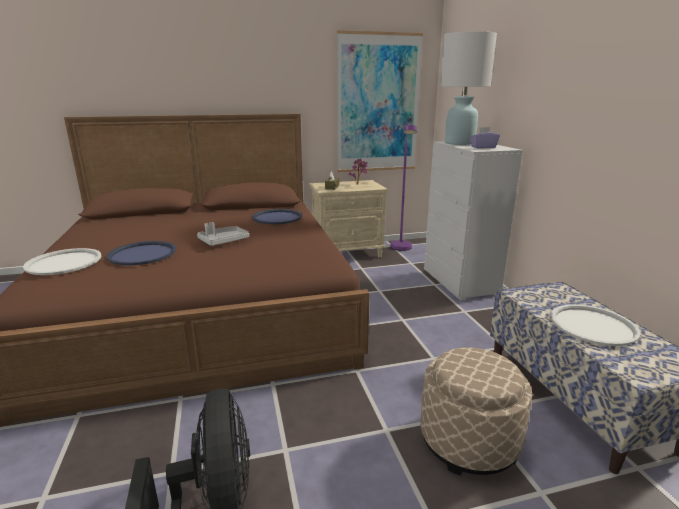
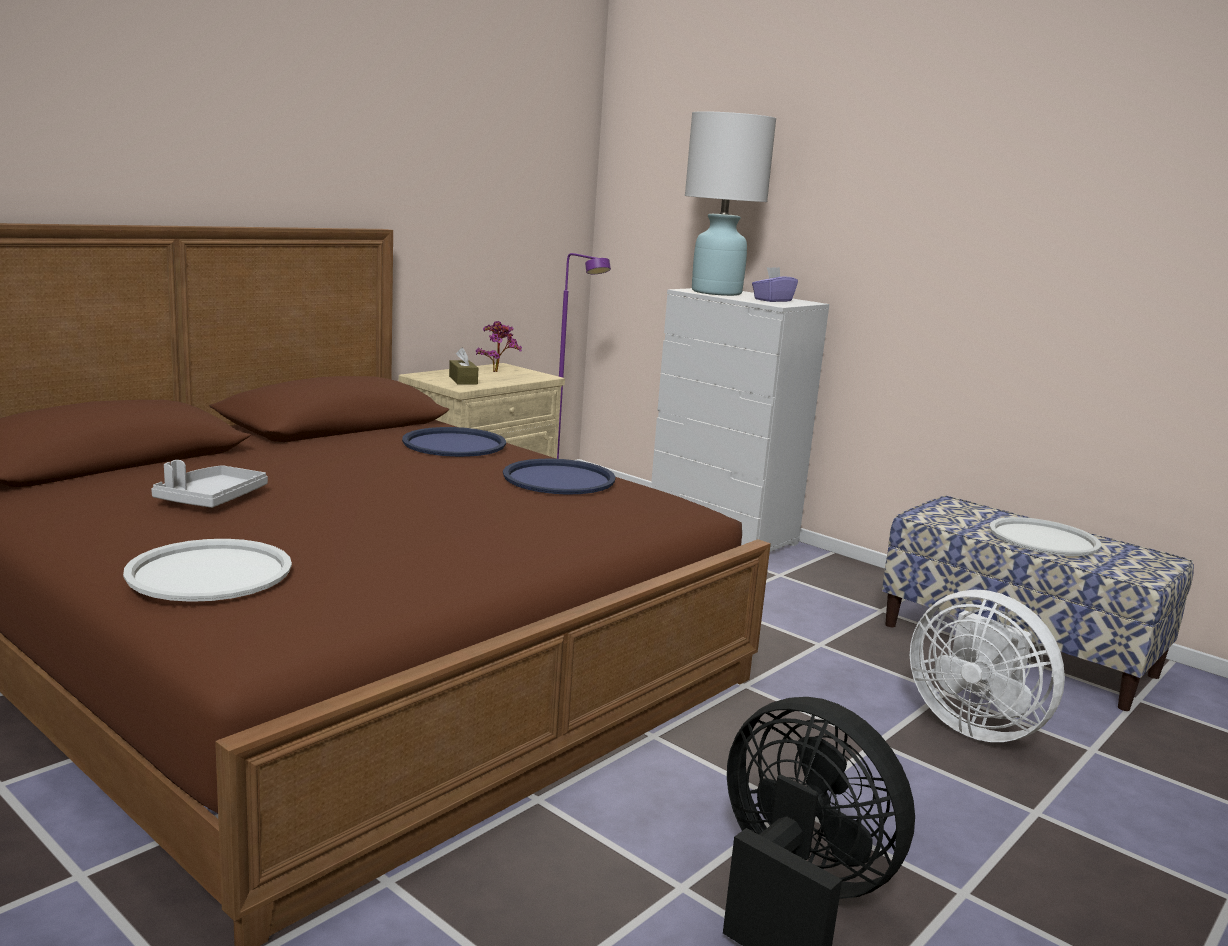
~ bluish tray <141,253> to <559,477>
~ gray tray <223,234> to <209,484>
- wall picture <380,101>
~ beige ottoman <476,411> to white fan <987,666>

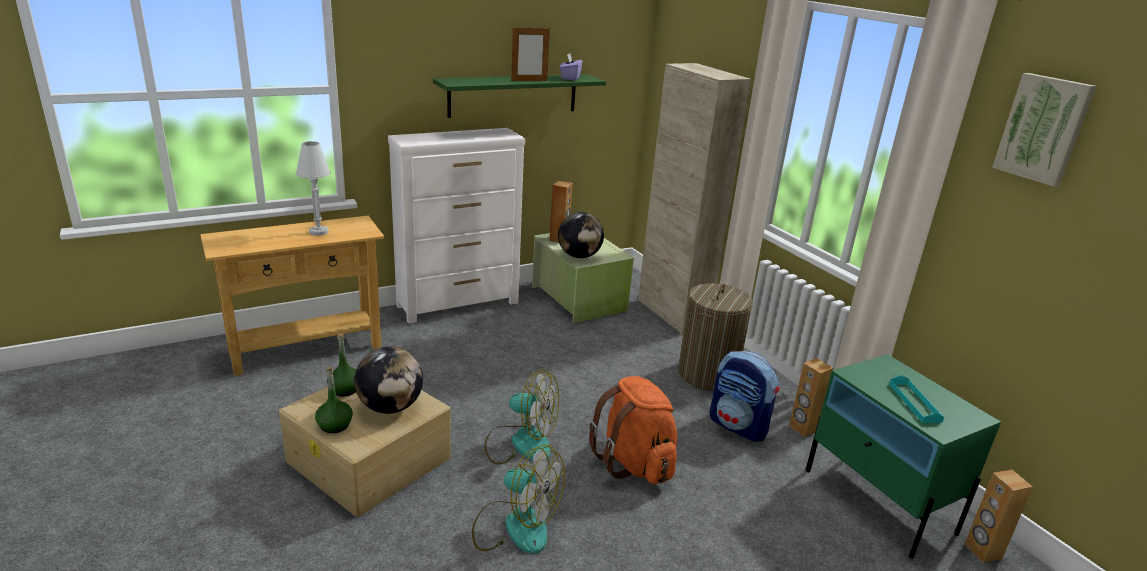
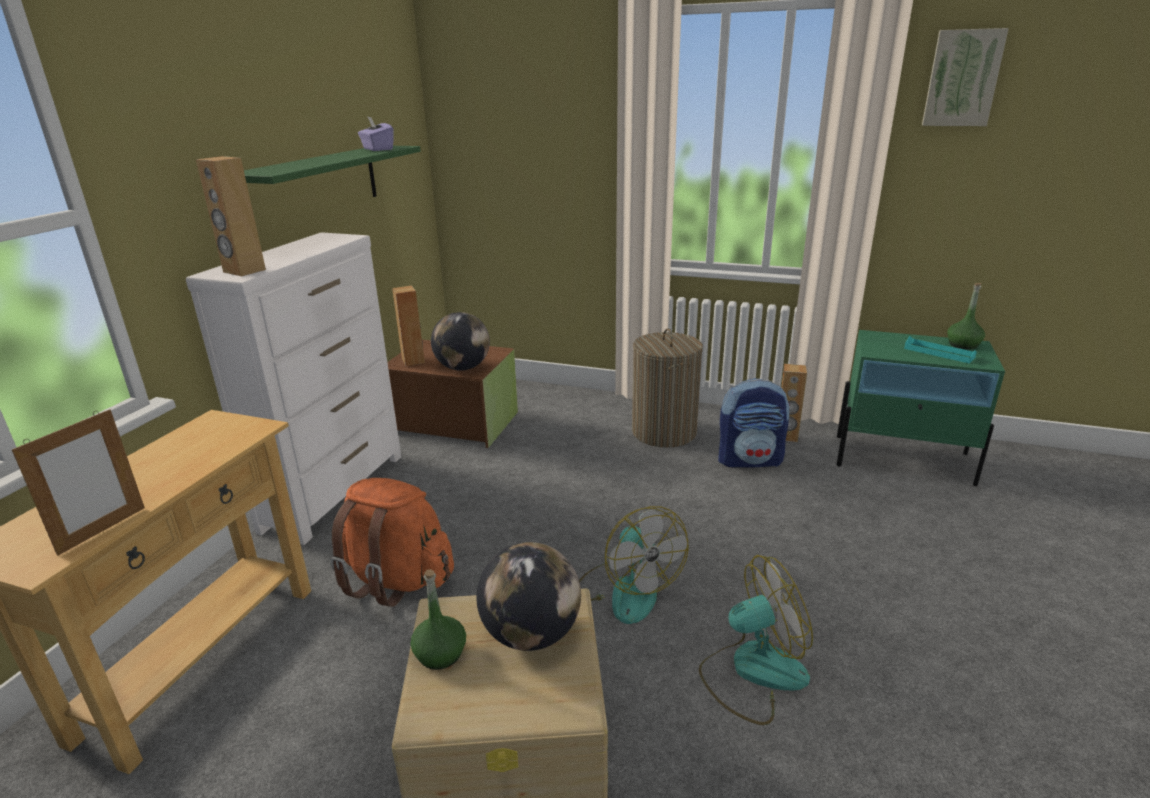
- white table lamp <313,188>
~ green bottle <334,400> to <966,316>
~ fan <521,416> = <633,565> 90 degrees clockwise
~ photo frame <530,53> to <78,482>
~ green storage container <583,278> to brown-coloured storage container <452,394>
~ orange-coloured rucksack <633,430> to <392,542>
- beige cabinet <695,199>
~ brown-coloured audio speaker <998,516> to <231,216>

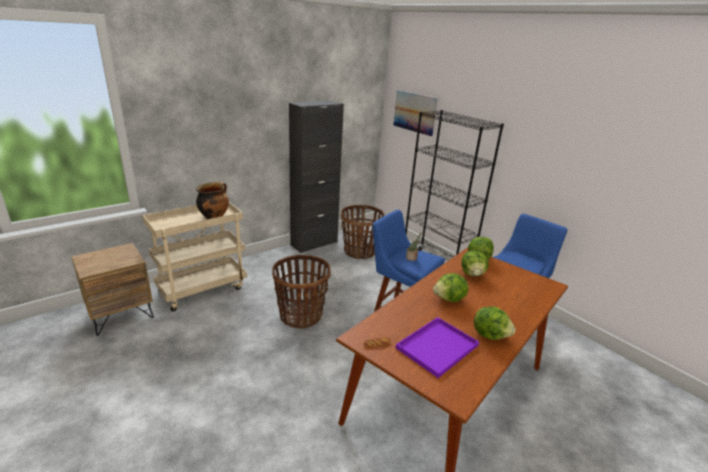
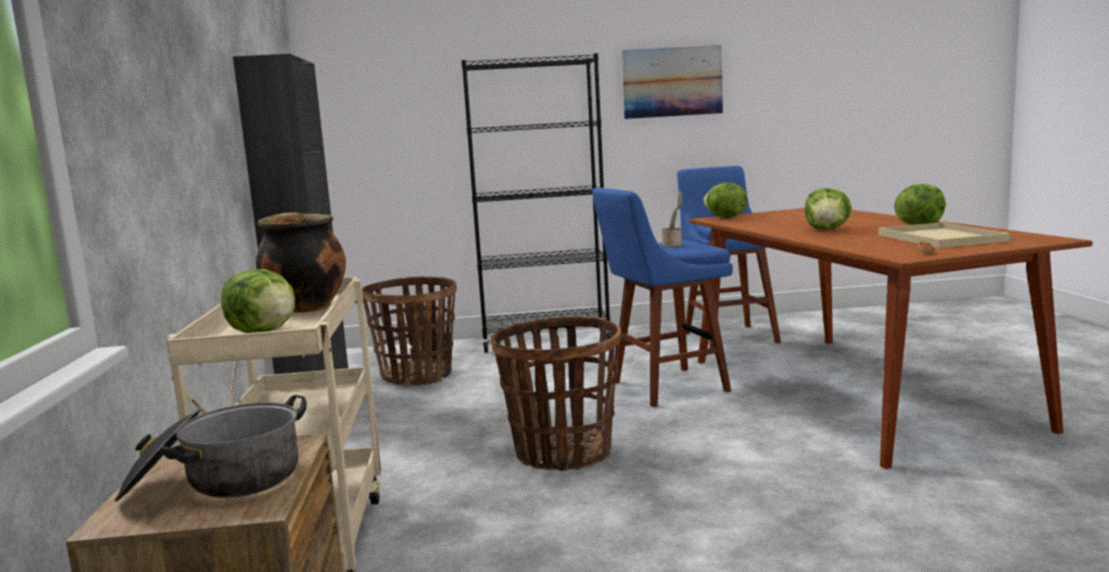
~ wall picture <415,113> to <672,82>
~ purplish tray <437,347> to beige tray <944,235>
~ lettuce head <475,263> to <258,301>
+ cooking pot <211,448>

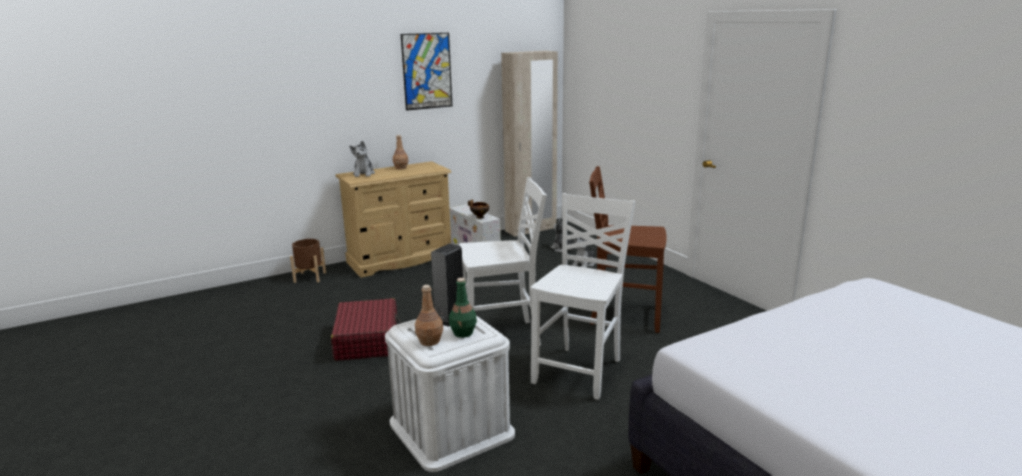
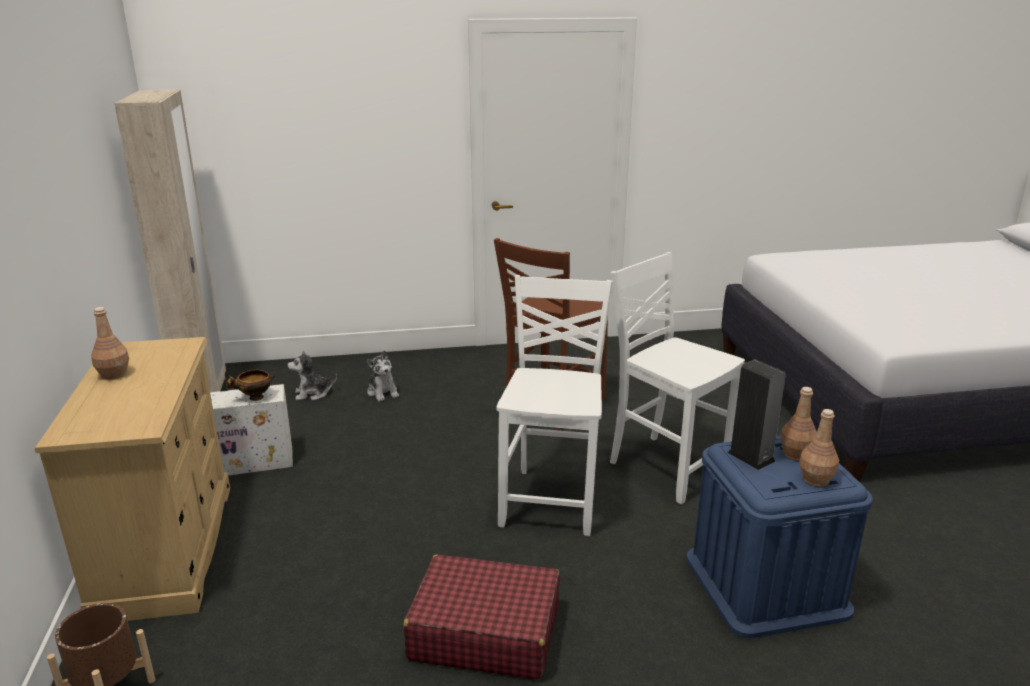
- plush toy <362,159>
~ white storage container <450,393> to bluish storage container <780,536>
- wall picture <426,72>
~ green bottle <463,308> to brown-coloured bottle <798,424>

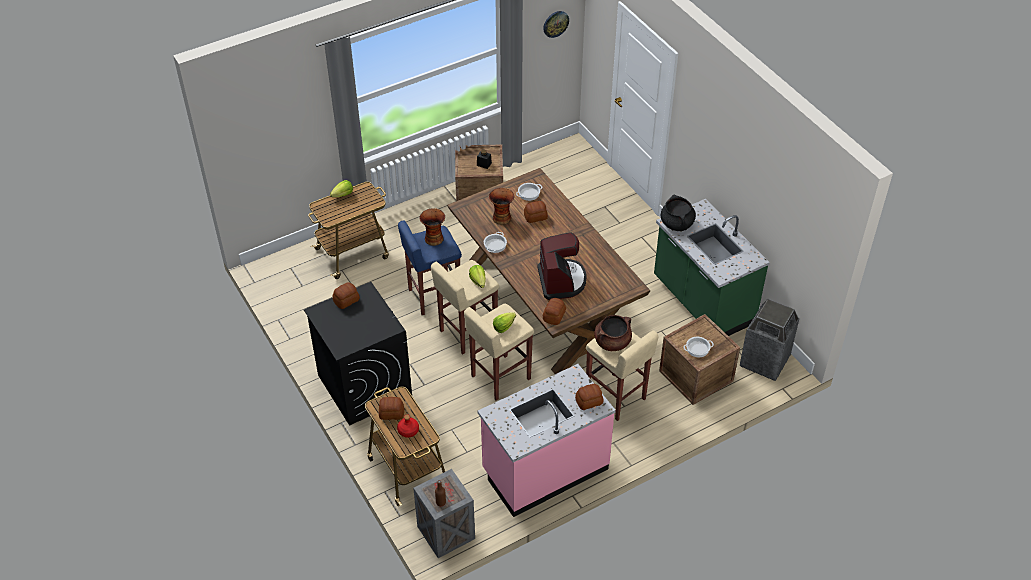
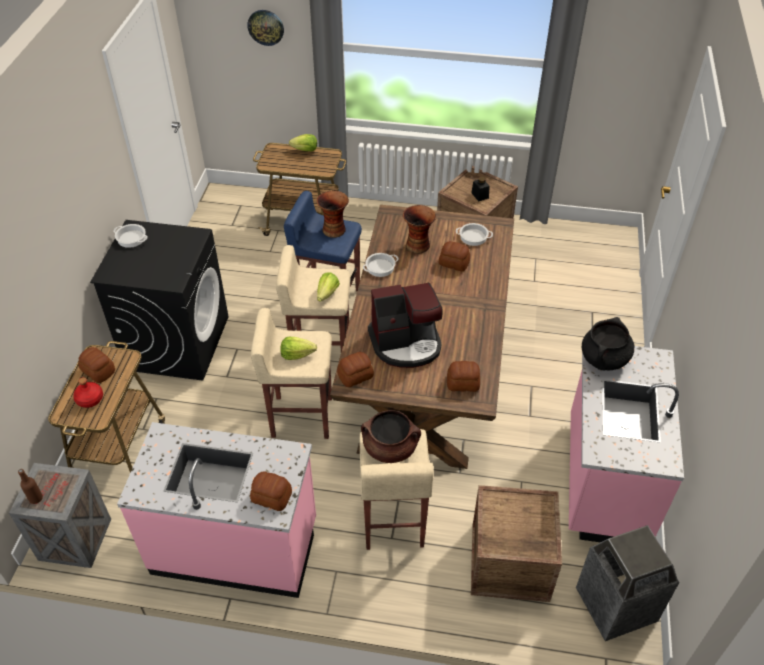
~ bakery bread <346,296> to <463,376>
~ coffee maker <562,266> = <405,325> 45 degrees clockwise
~ wall clock <556,24> to <265,28>
~ green counter <712,267> to pink-coloured counter <626,444>
~ cooking pot <698,347> to <130,236>

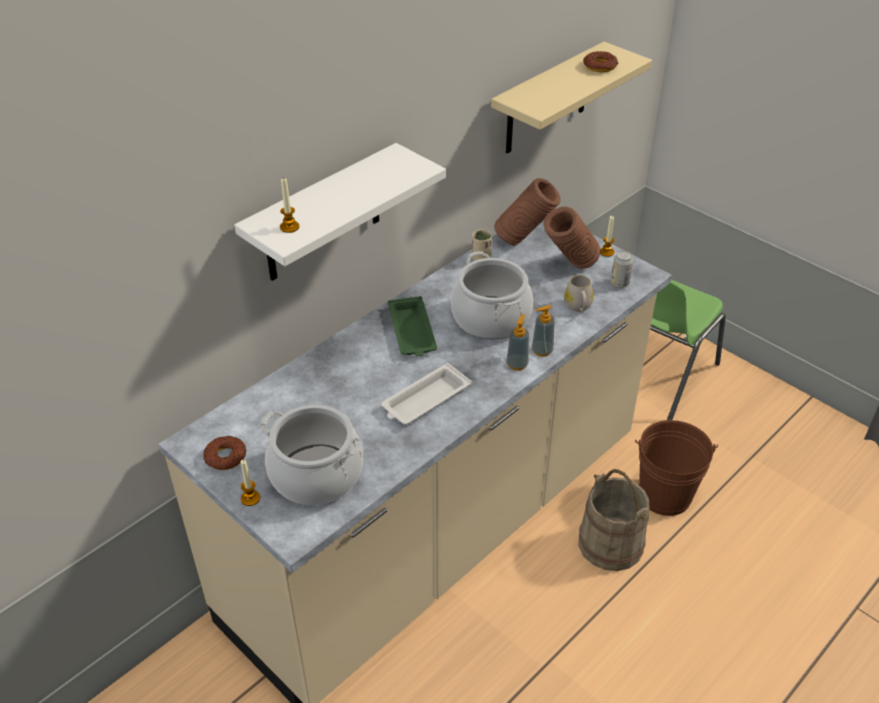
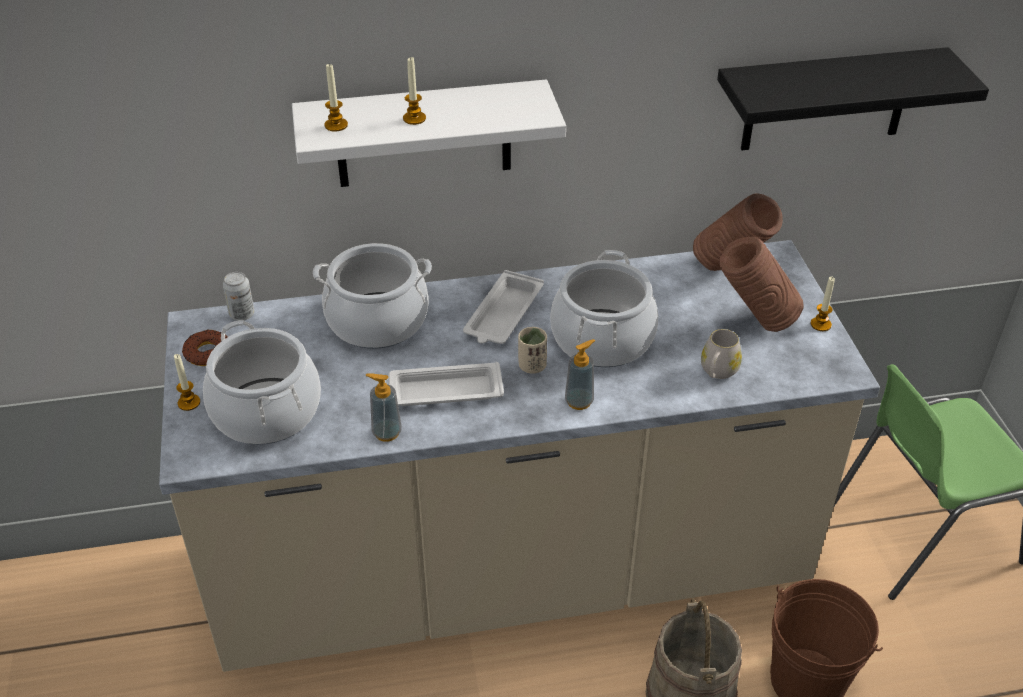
~ green tray <412,326> to white tray <503,307>
~ beige cup <482,244> to <532,350>
~ beige shelf <571,98> to black-coloured shelf <853,98>
~ soap dispenser <543,331> to <383,407>
- ring doughnut <600,61>
~ can <622,269> to <238,296>
+ cooking pot <372,296>
+ wax light <414,90>

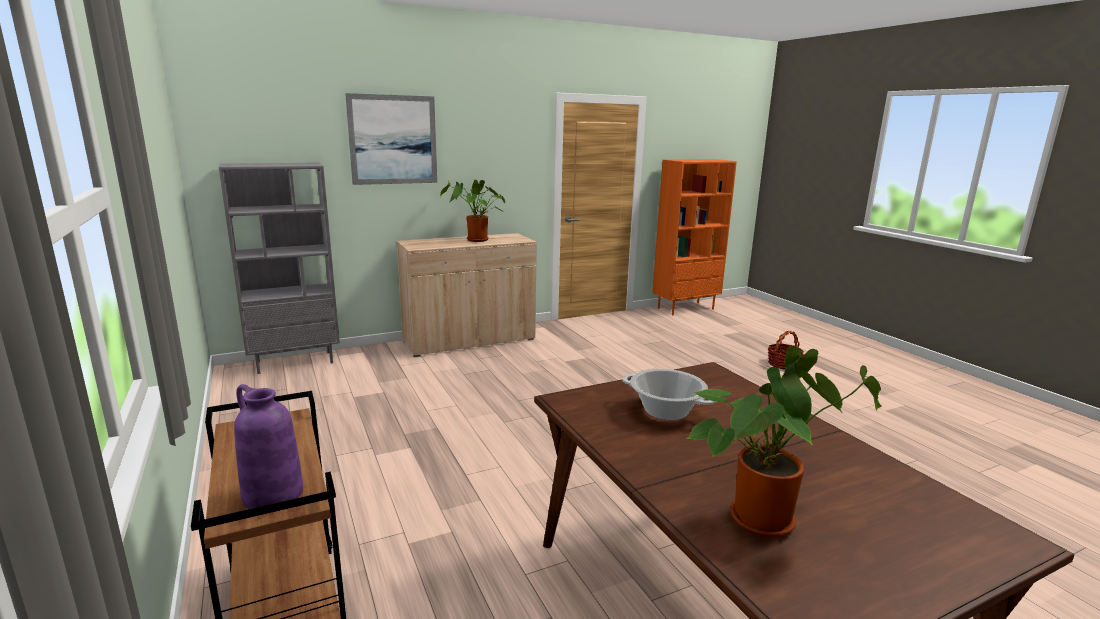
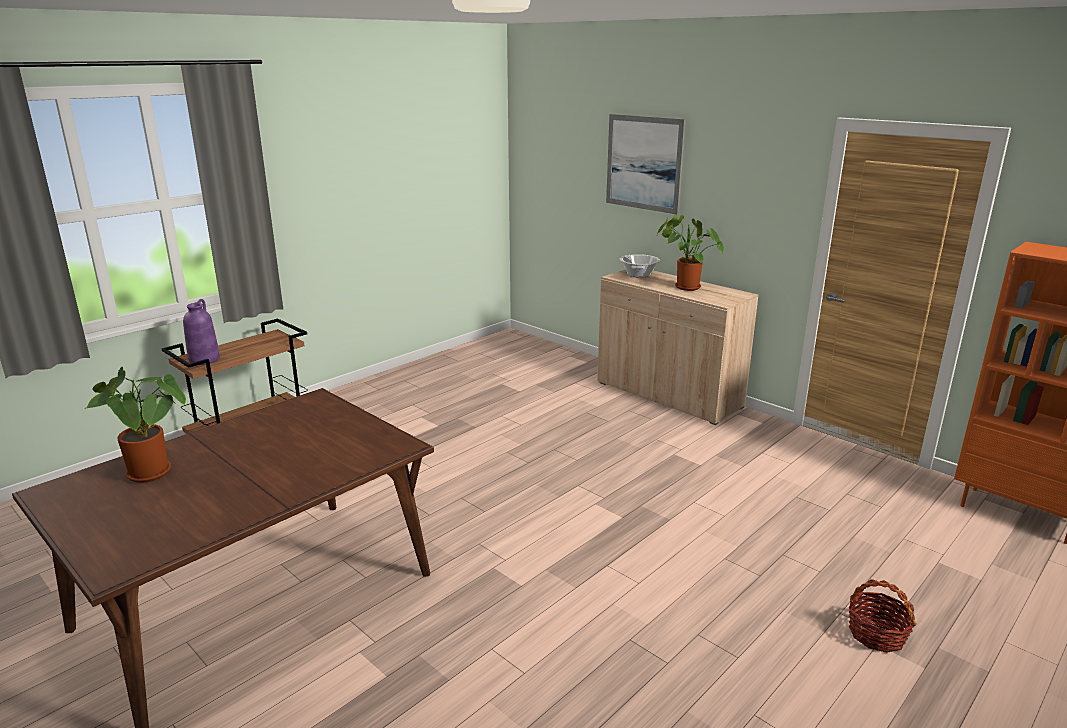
- gray shelving unit <279,268>
~ cooking pot <669,394> to <640,266>

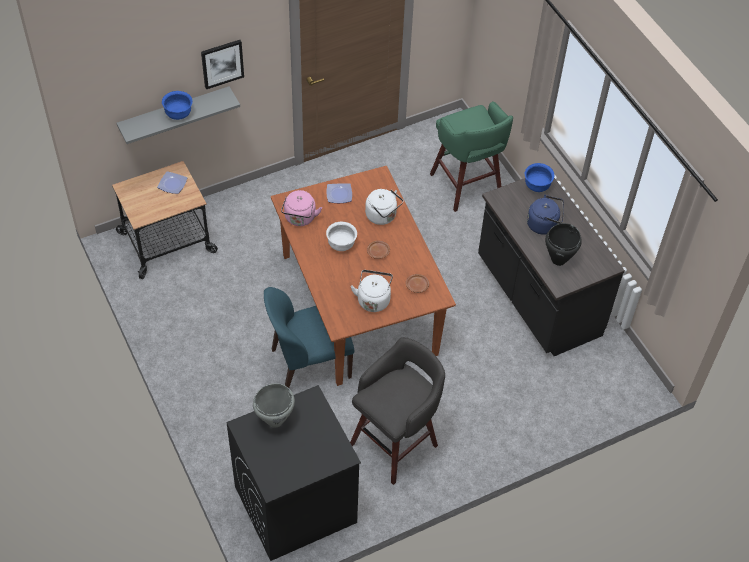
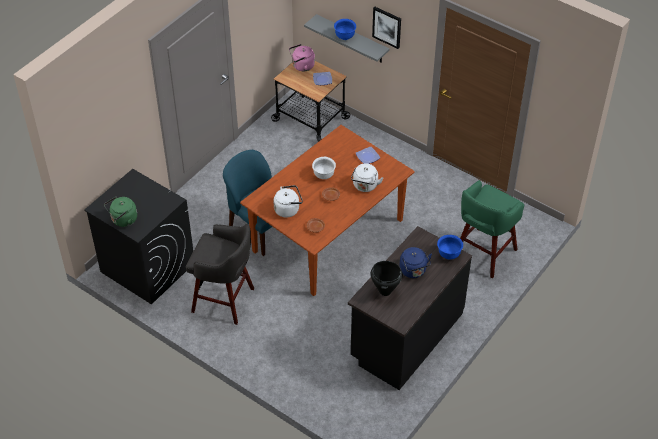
- gray cooking pot <274,405>
~ pink-coloured water kettle <301,208> to <302,57>
+ green water kettle <120,211>

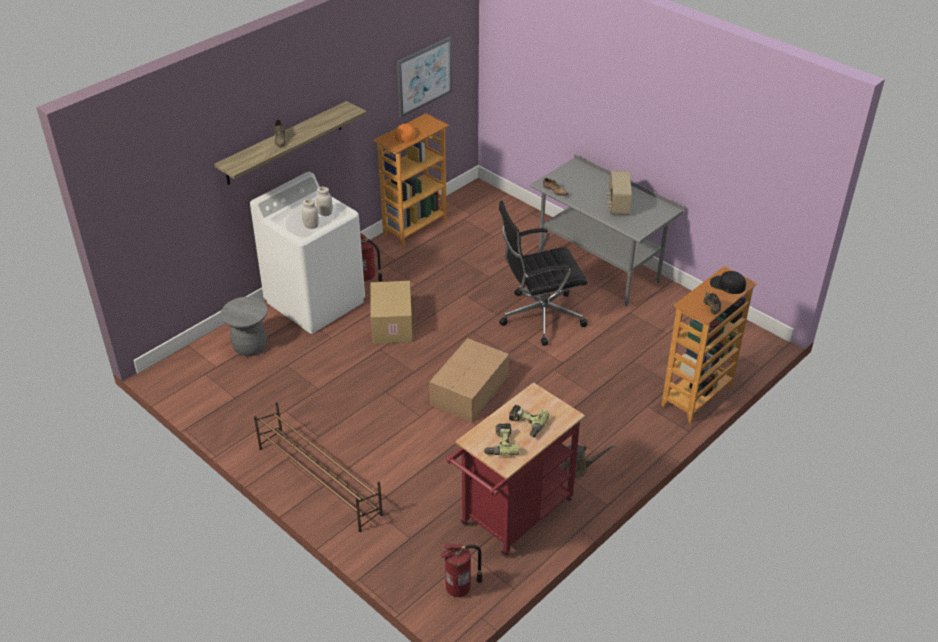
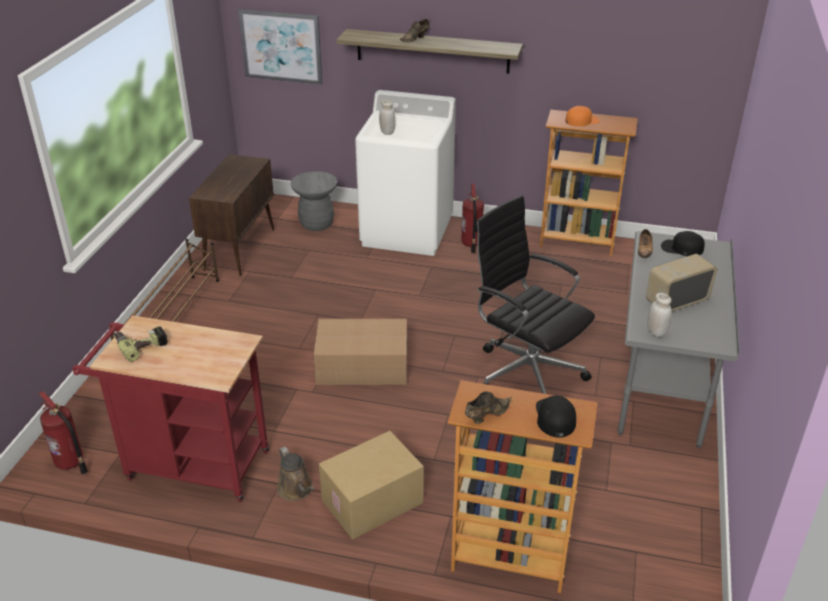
~ white jar <324,201> to <659,315>
~ packing box <391,312> to <371,485>
~ wall picture <424,77> to <280,47>
- power drill <529,421>
+ brown-coloured cabinet <231,215>
+ black-coloured baseball cap <683,243>

